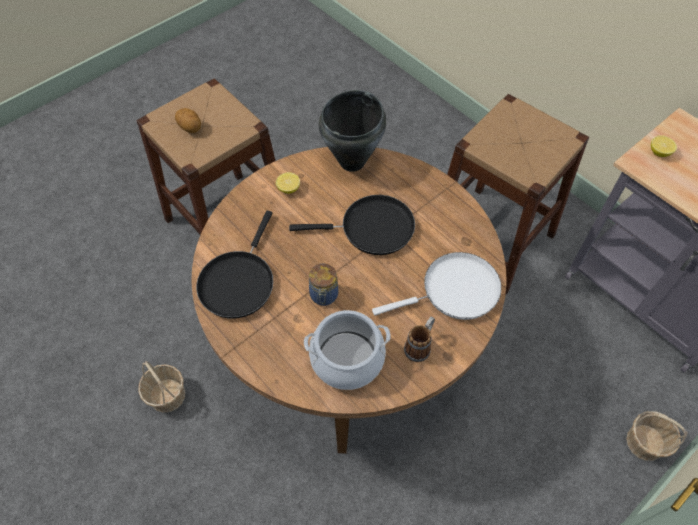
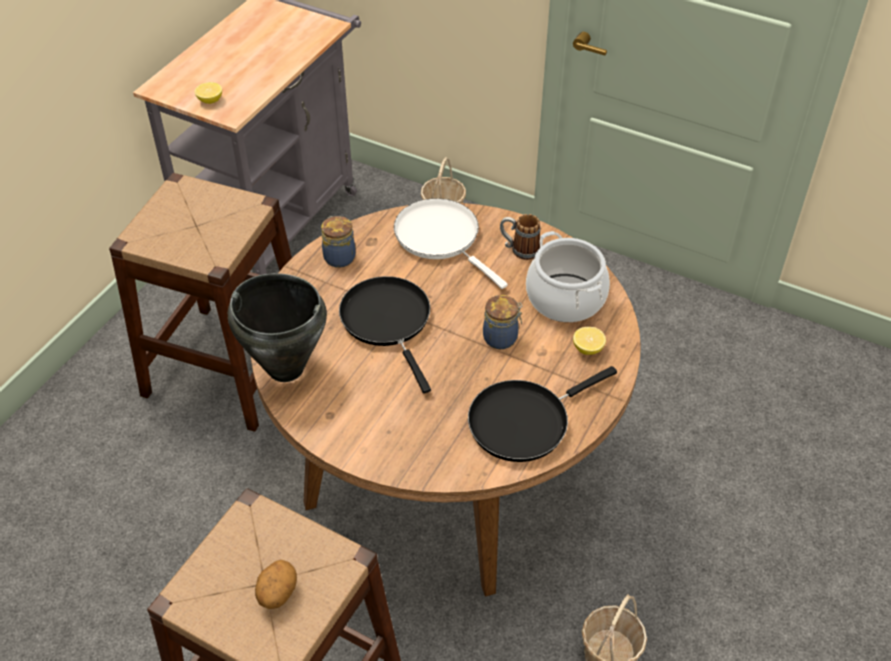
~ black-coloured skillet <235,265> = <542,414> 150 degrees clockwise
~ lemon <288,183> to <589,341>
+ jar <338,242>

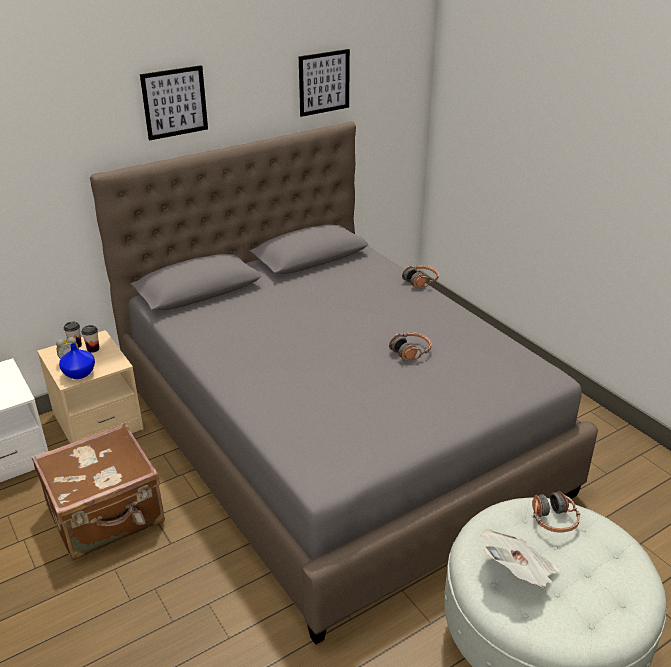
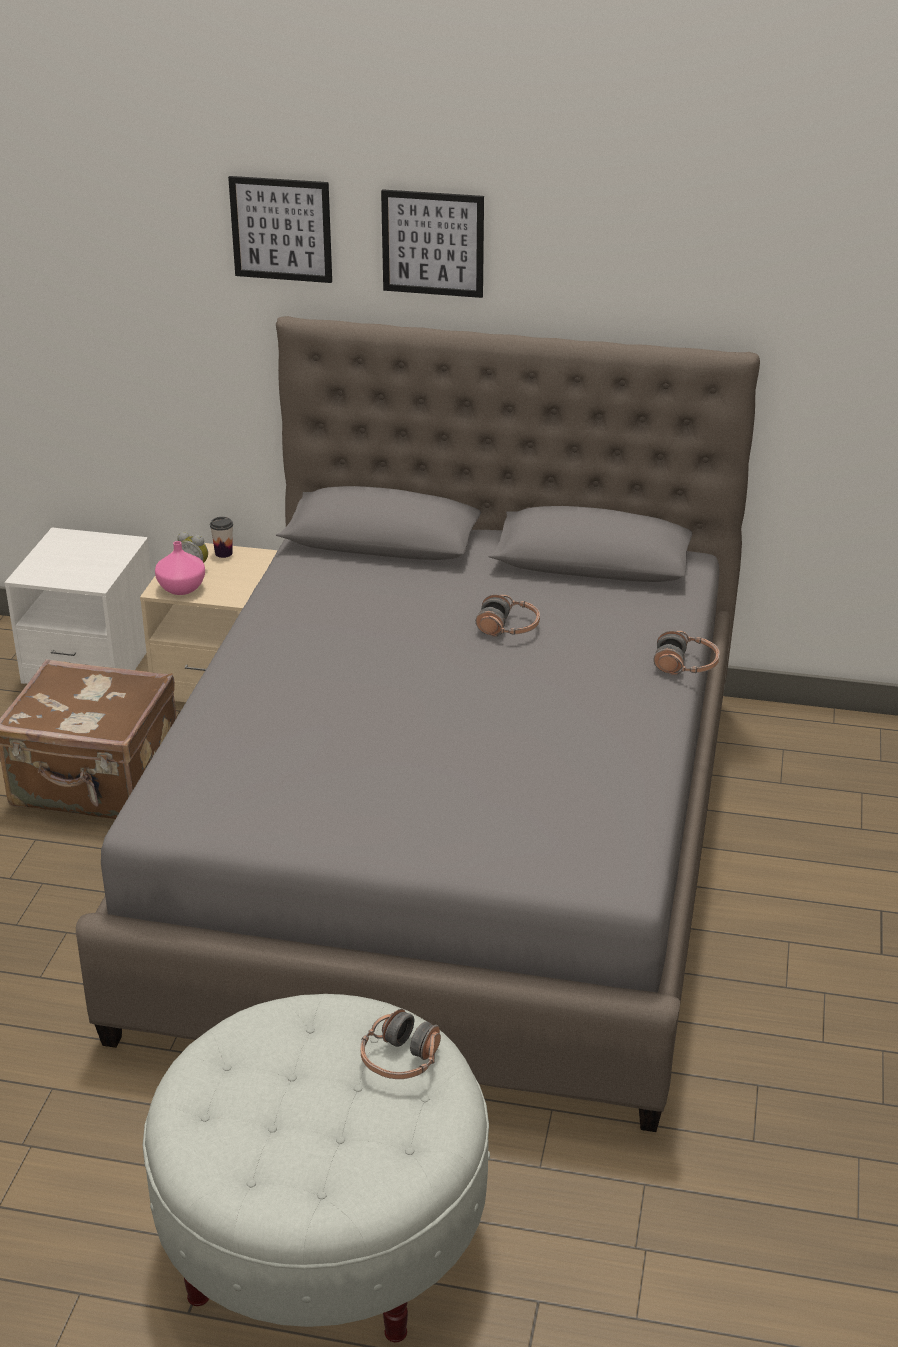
~ bluish vase <77,361> to pink-coloured vase <180,568>
- cup <90,339>
~ wall picture <324,83> to <280,229>
~ headphones <410,346> to <508,615>
- daily paper <520,558>

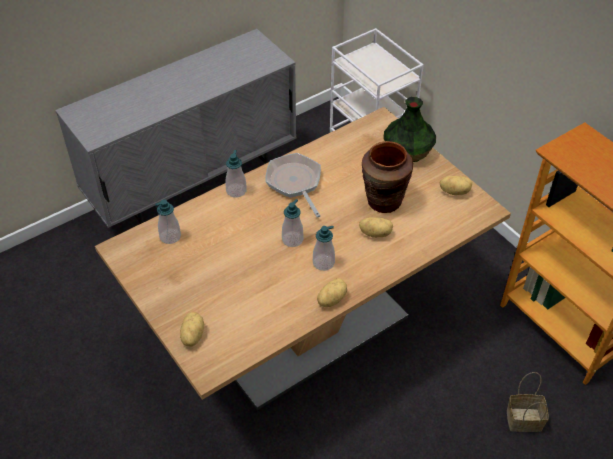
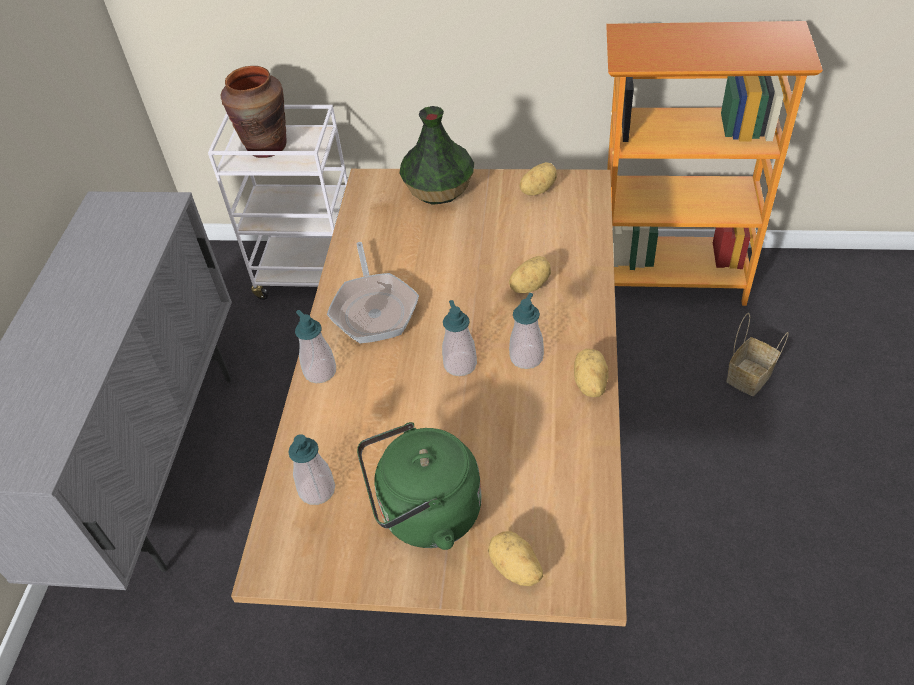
~ skillet <293,185> = <373,292> 120 degrees counterclockwise
~ brown-coloured vase <387,177> to <254,112>
+ green water kettle <419,486>

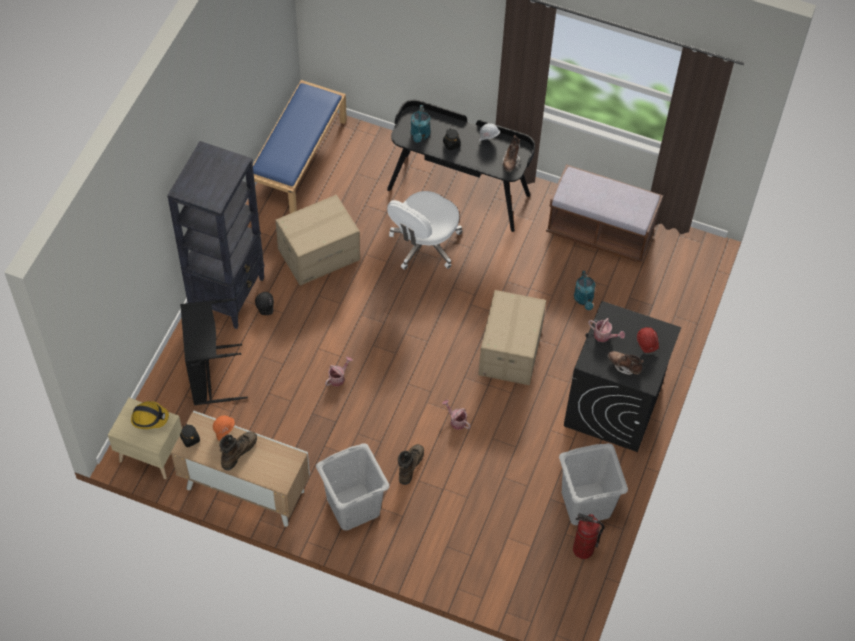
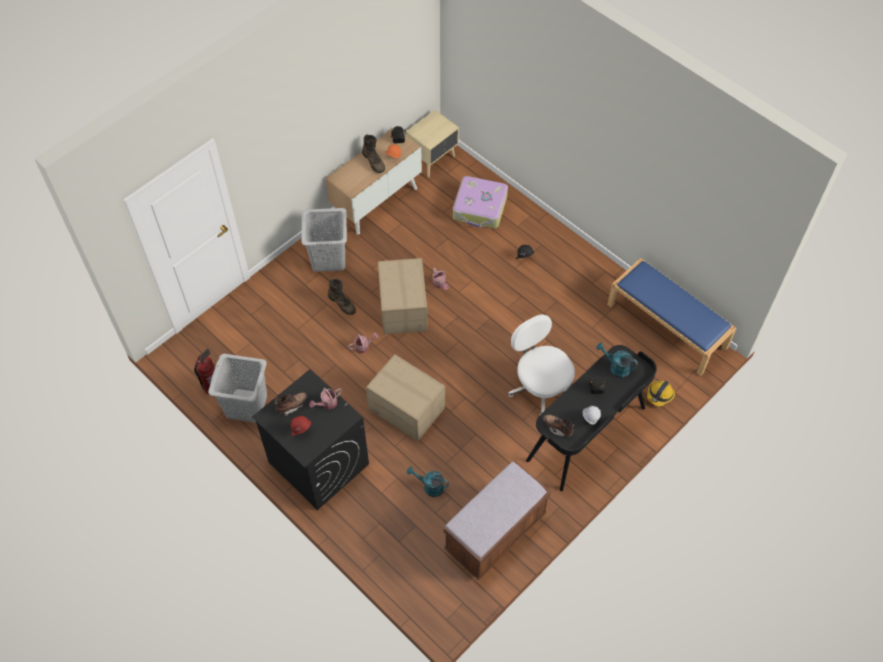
~ hard hat <150,415> to <661,393>
- black-coloured shelving unit <216,235>
~ black-coloured hamper <214,351> to suitcase <480,202>
~ packing box <318,240> to <403,296>

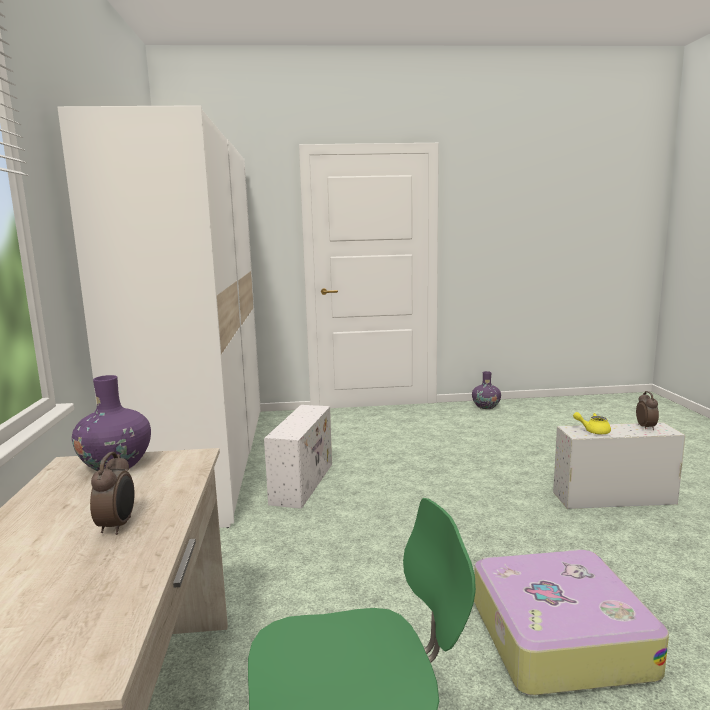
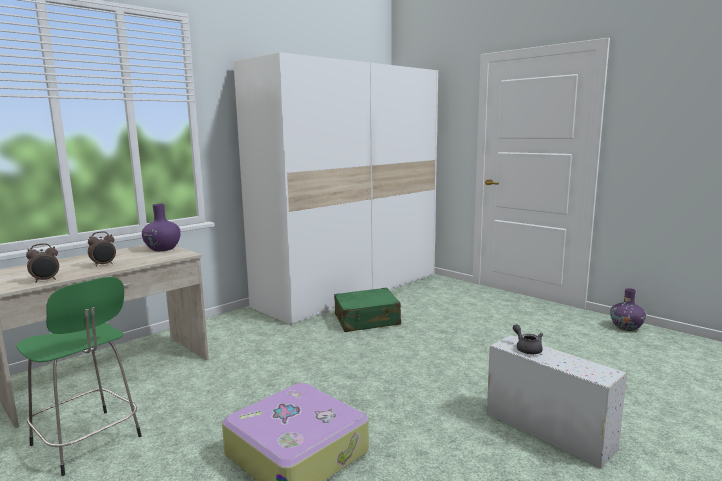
~ white storage container <298,457> to green suitcase <367,310>
~ yellowish tea pot <592,423> to gray tea pot <528,339>
~ table clock <647,410> to <42,263>

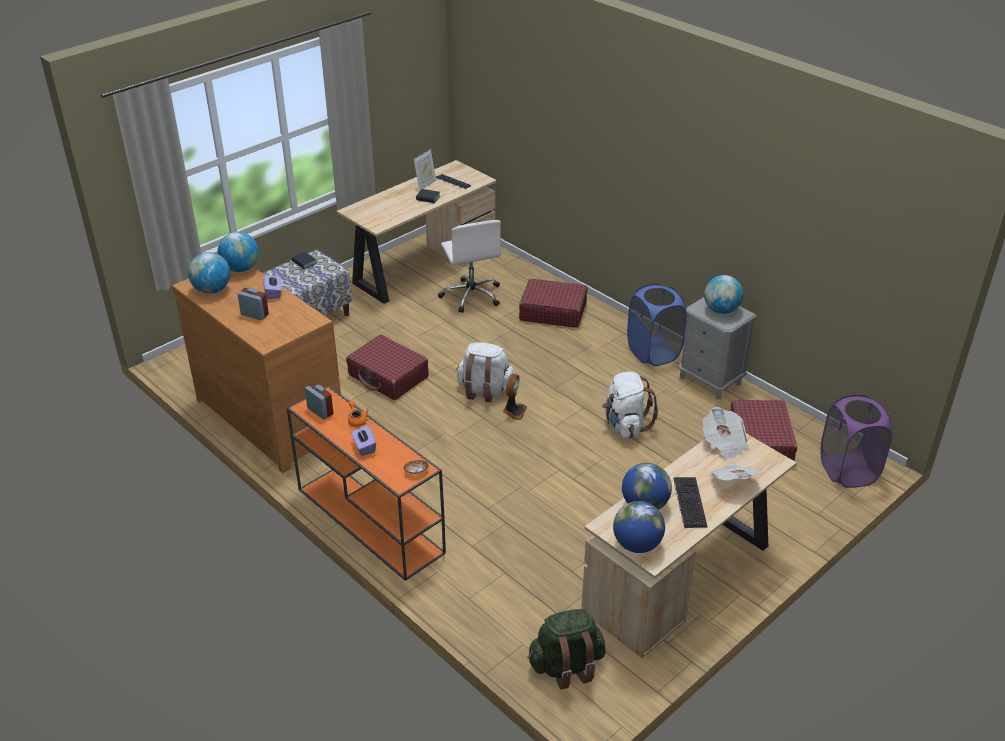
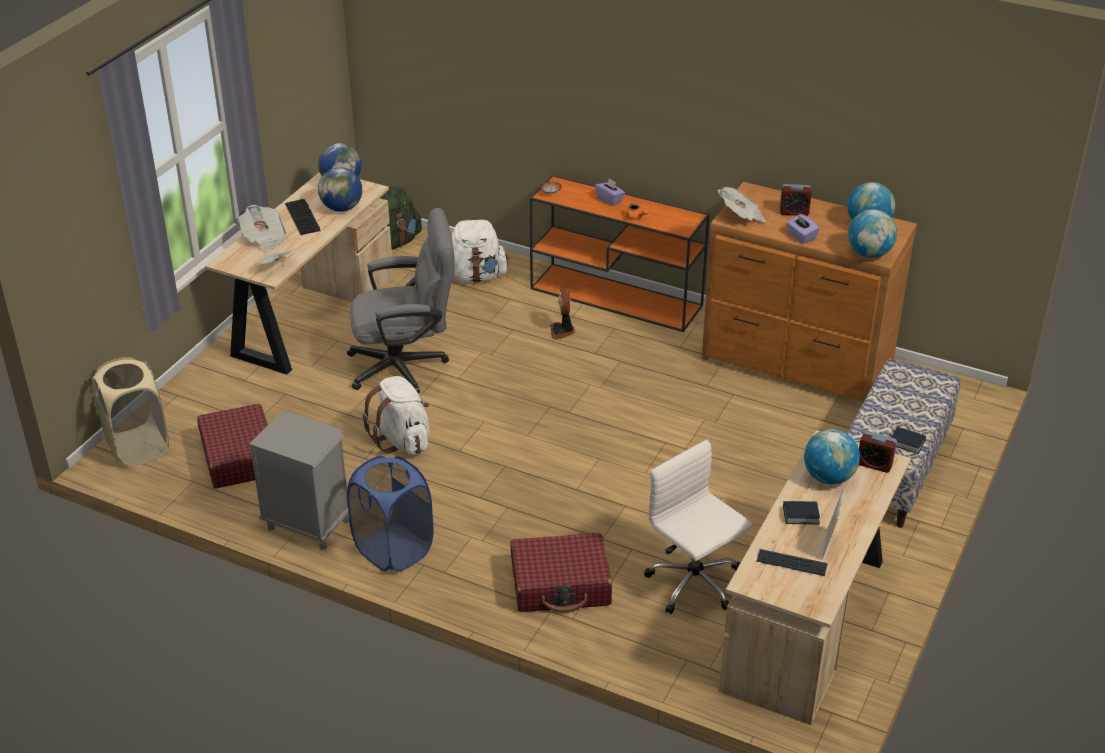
~ table clock <319,401> to <878,452>
- reddish suitcase <387,367>
~ white rucksack <485,372> to <480,251>
~ fan <515,397> to <562,314>
~ world globe <723,294> to <832,456>
~ purplish hamper <856,441> to beige hamper <130,411>
+ gray desk chair <400,300>
+ daily paper <742,204>

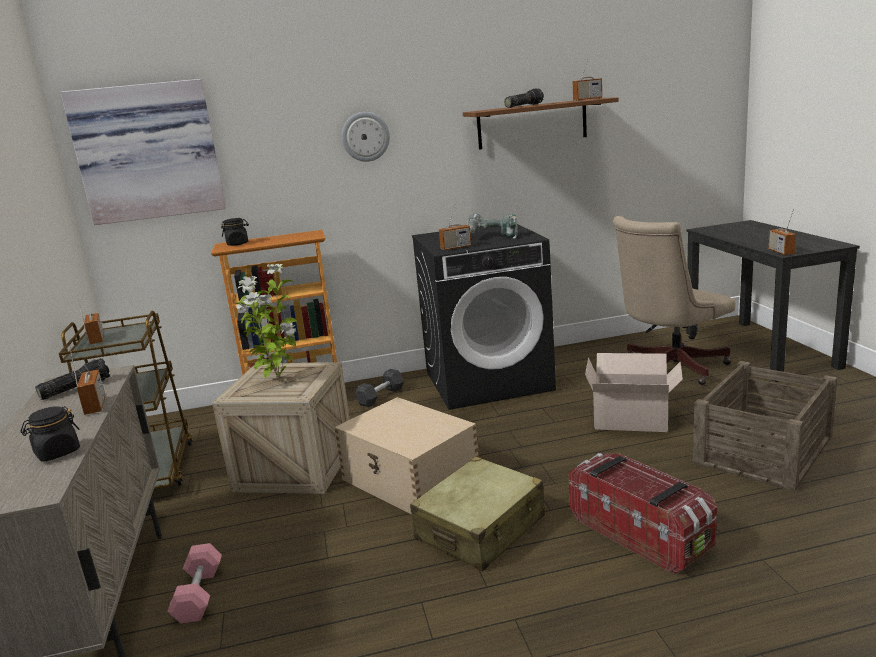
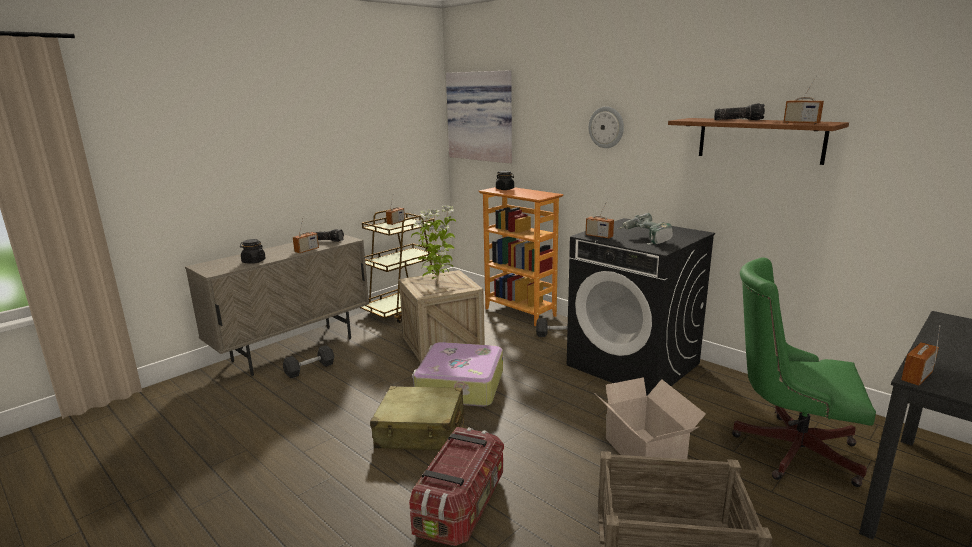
~ pink-coloured dumbbell <194,583> to gray dumbbell <308,361>
~ beige storage container <406,455> to suitcase <458,374>
~ beige desk chair <674,300> to green desk chair <804,372>

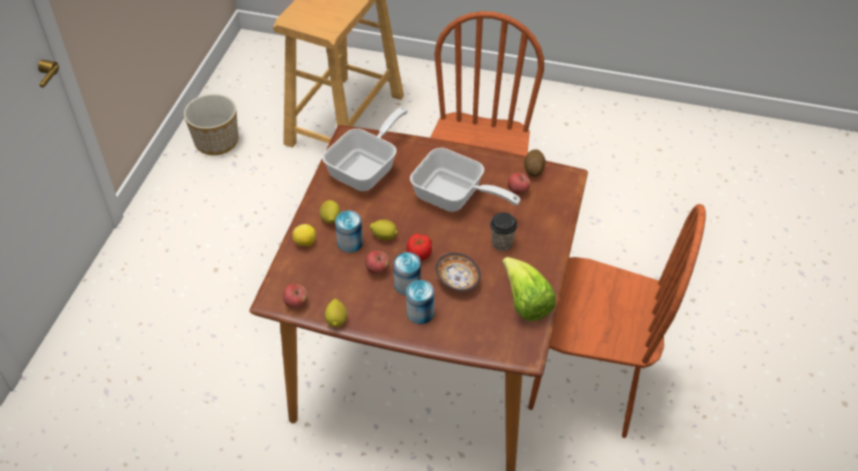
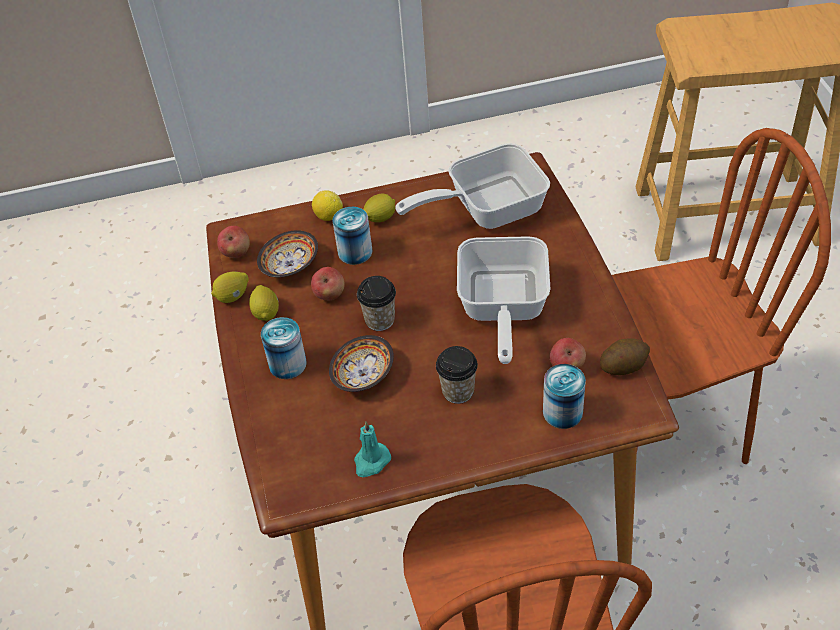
- flower pot <211,124>
~ skillet <365,149> = <472,186> 150 degrees clockwise
~ lemon <384,230> to <264,303>
~ can <407,274> to <564,396>
~ whole tomato <419,247> to cup <376,303>
~ lettuce head <529,289> to turquoise wax light <372,449>
+ deep dish <287,253>

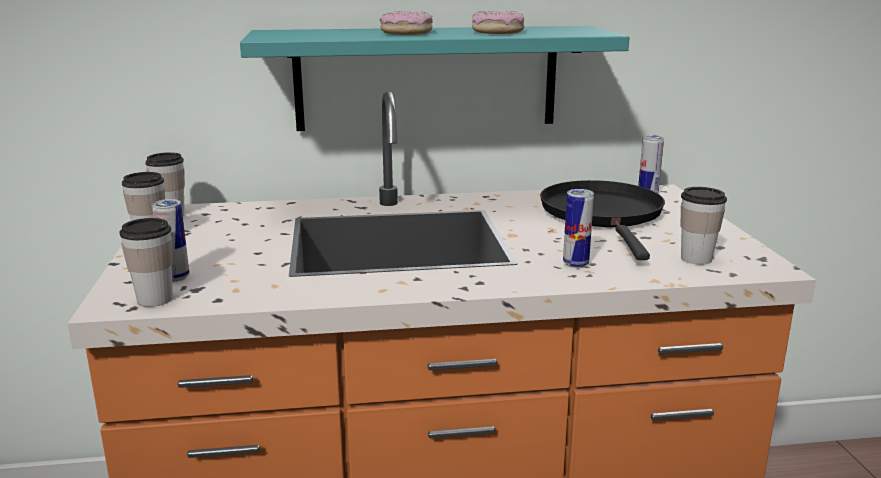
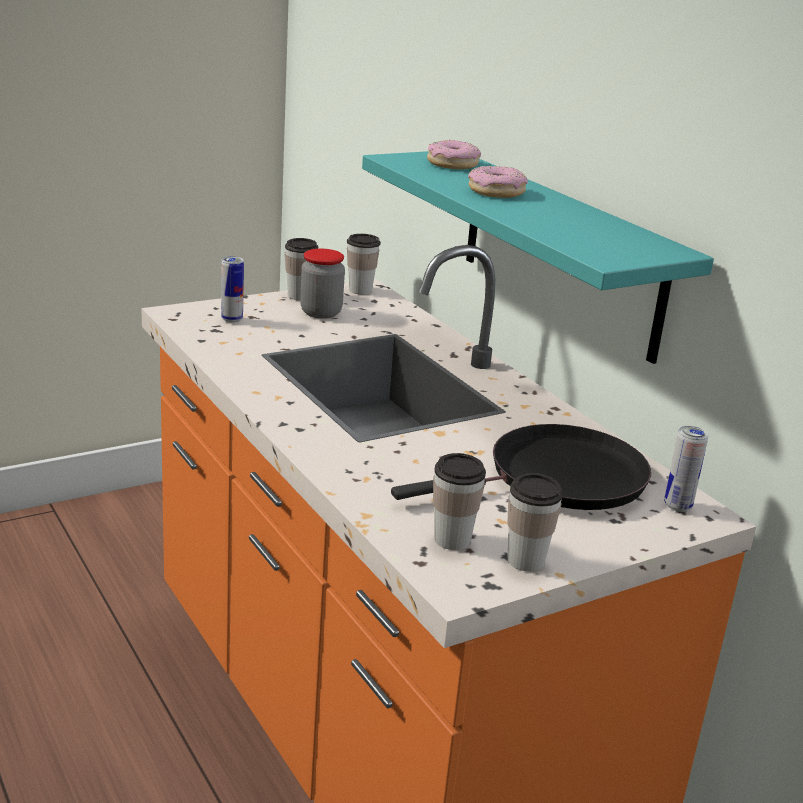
~ cup <146,262> to <535,522>
~ ring doughnut <498,22> to <454,154>
- can <578,228>
+ jar <322,284>

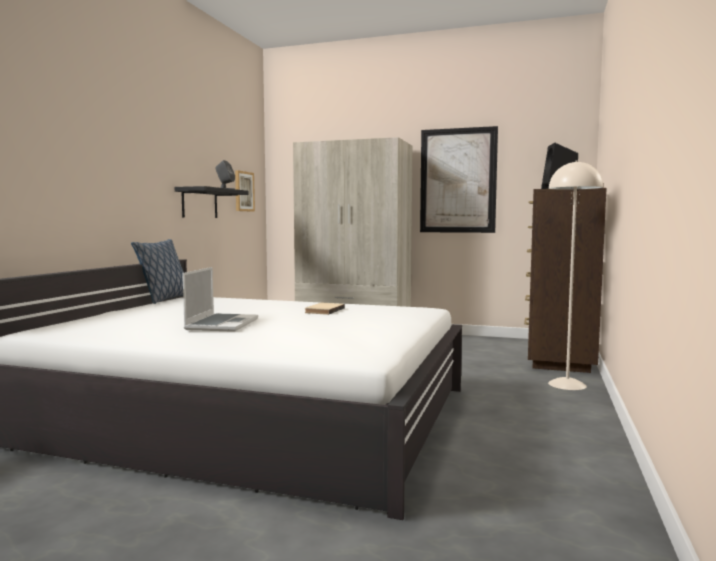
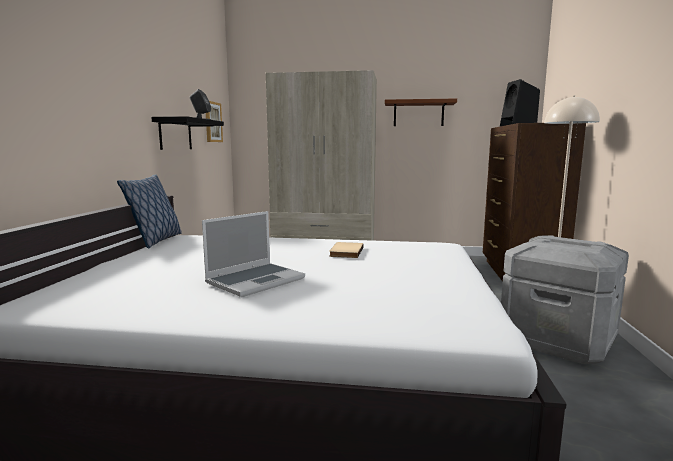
~ notebook computer <220,299> = <253,254> 45 degrees clockwise
~ wall picture <459,179> to brown-coloured shelf <421,112>
+ gray storage container <565,299>

